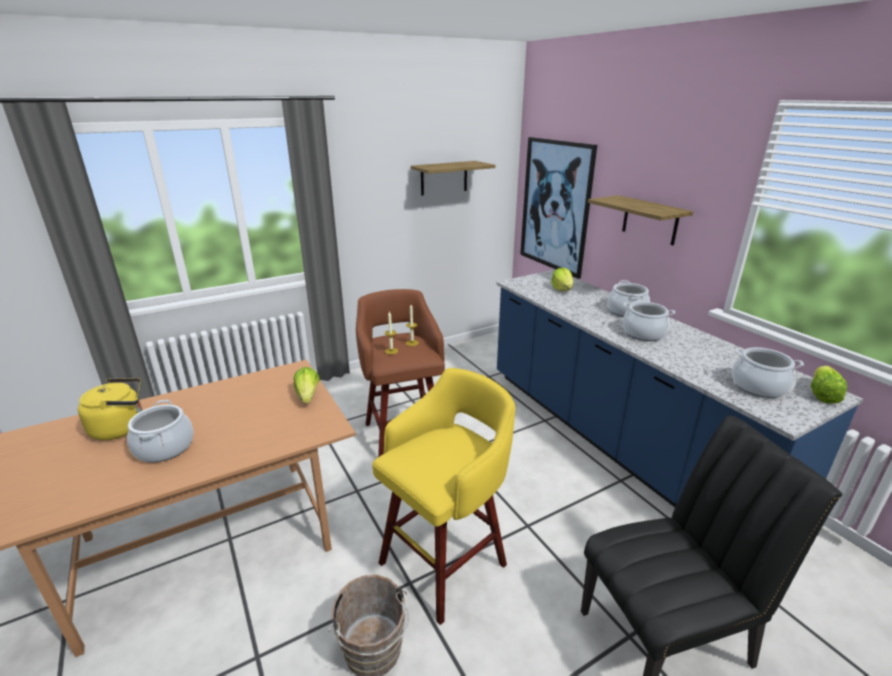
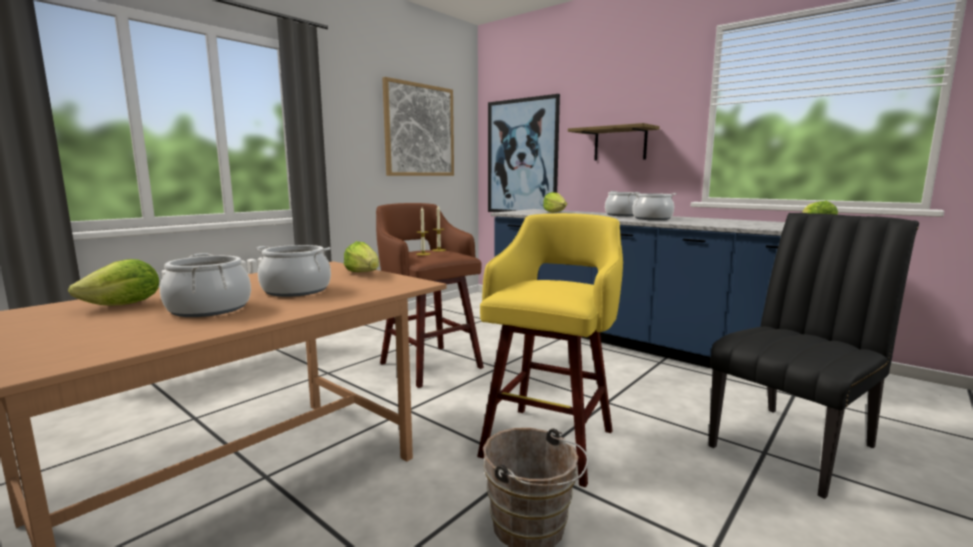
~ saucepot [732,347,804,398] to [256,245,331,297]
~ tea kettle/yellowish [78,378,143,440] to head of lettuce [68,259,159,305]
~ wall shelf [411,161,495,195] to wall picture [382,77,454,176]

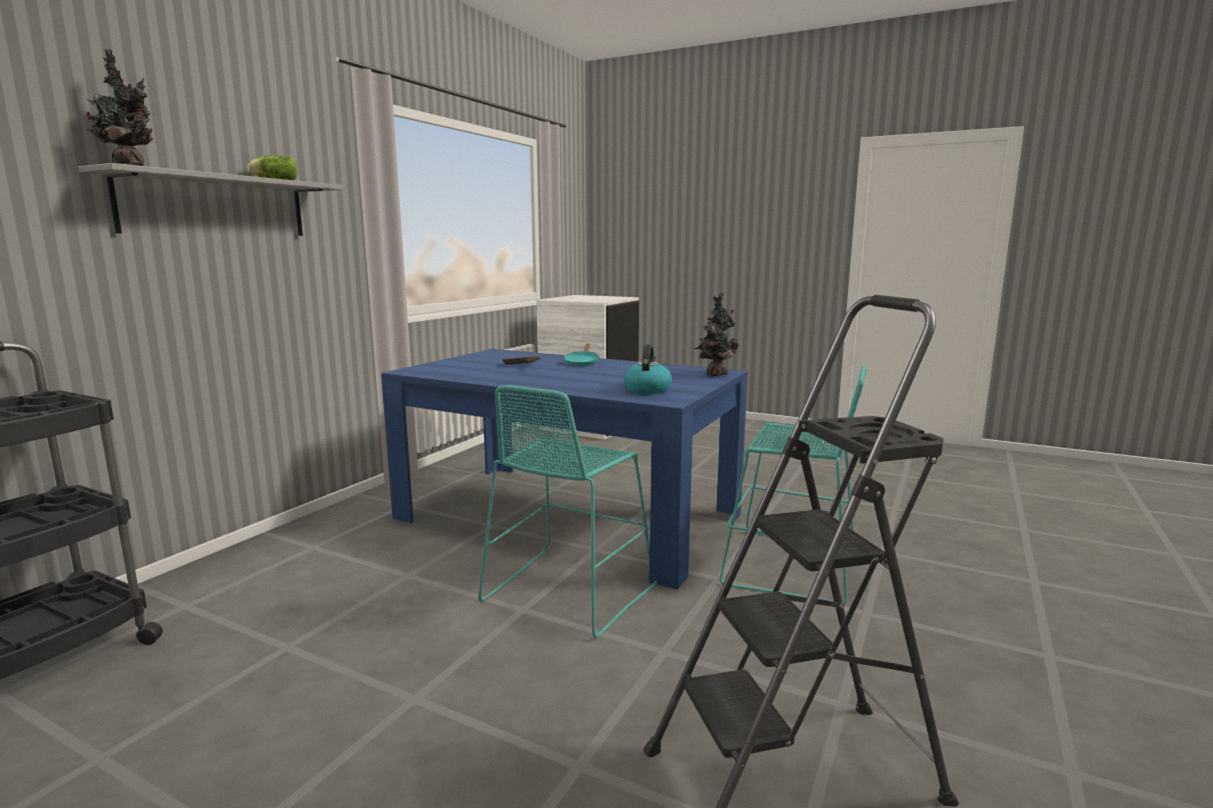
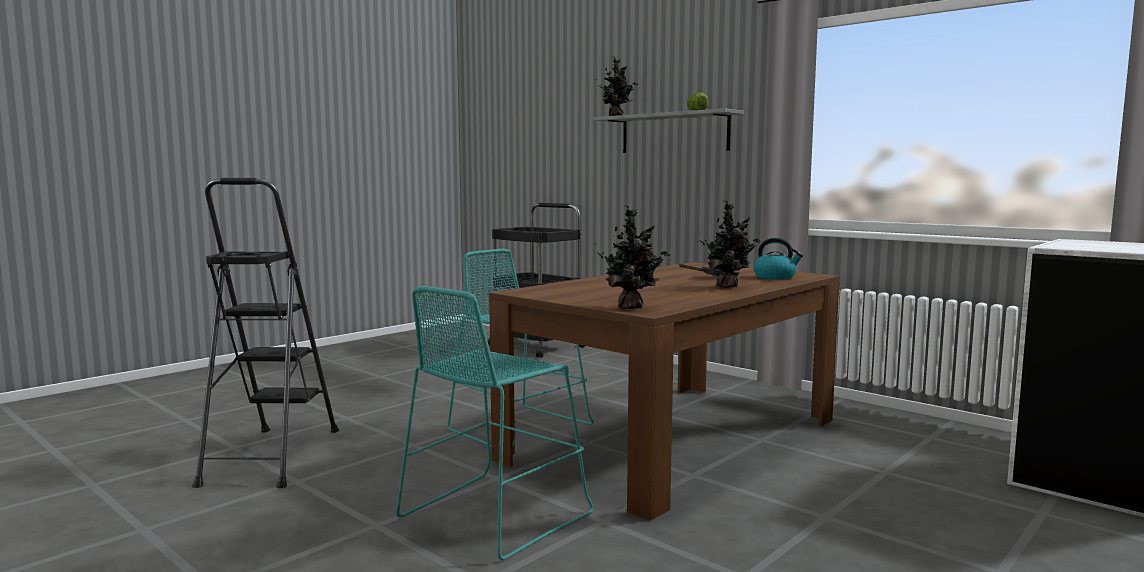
~ tea kettle [624,344,672,394] to [753,238,803,280]
~ frying pan/turquoise [563,344,599,366] to houseplant [699,200,761,288]
~ kitchen table/bluish [381,349,748,589] to kitchen table/brown [489,262,840,521]

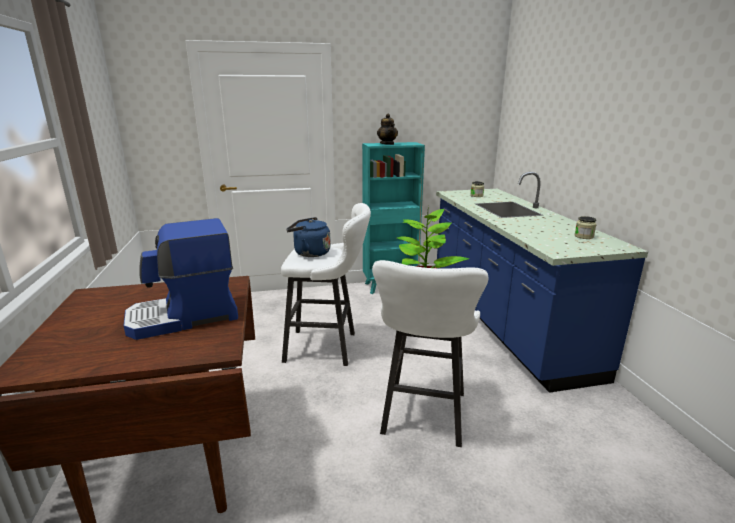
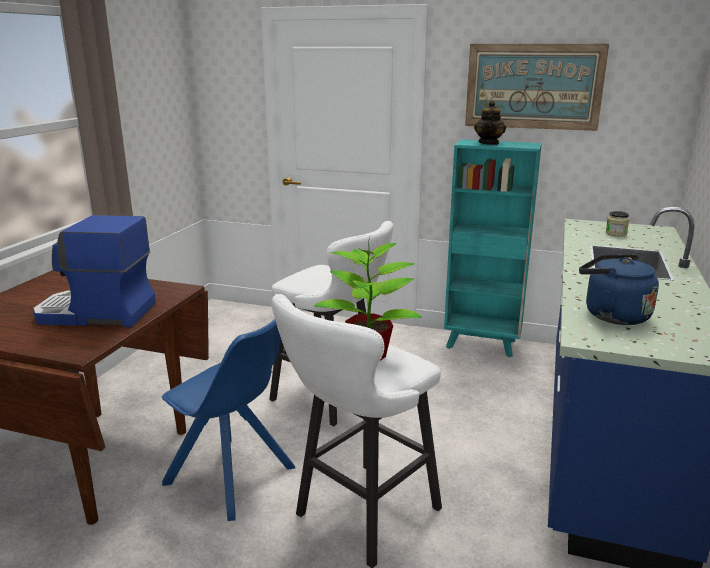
- preserve jar [575,216,597,239]
+ plain chair/bluish [162,319,295,521]
+ wall picture [465,44,609,131]
~ tea kettle/bluish [286,217,331,257] to [579,255,659,325]

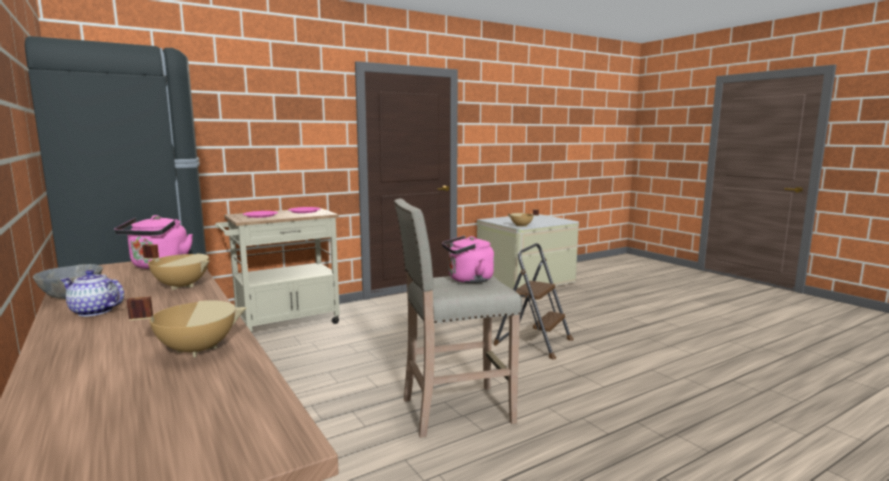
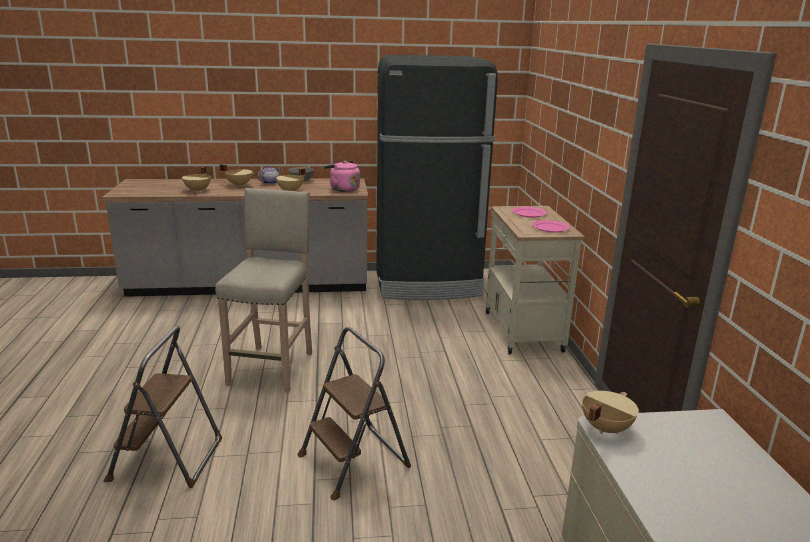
- tea kettle/pinkish [442,235,494,283]
+ stepladder/brown [103,326,222,488]
+ saucepot/beige-coloured [220,164,254,187]

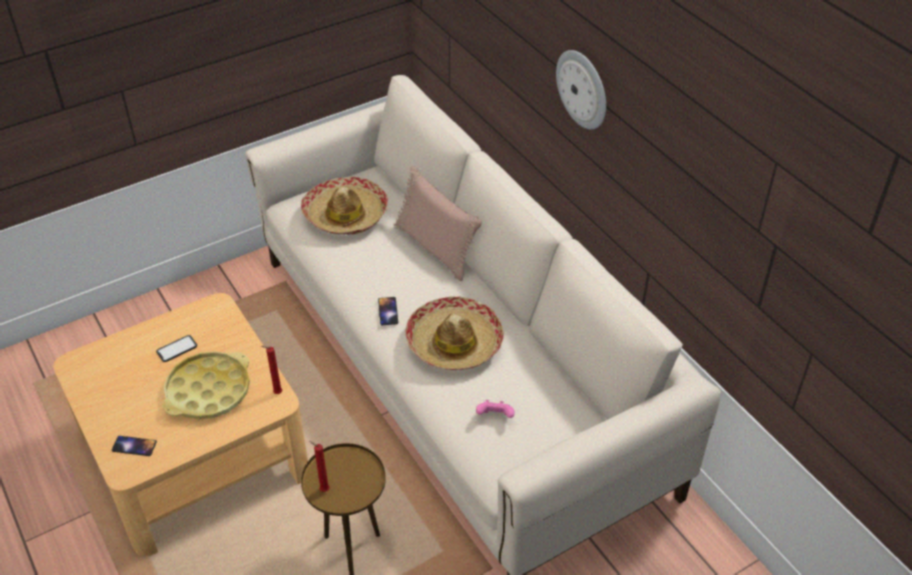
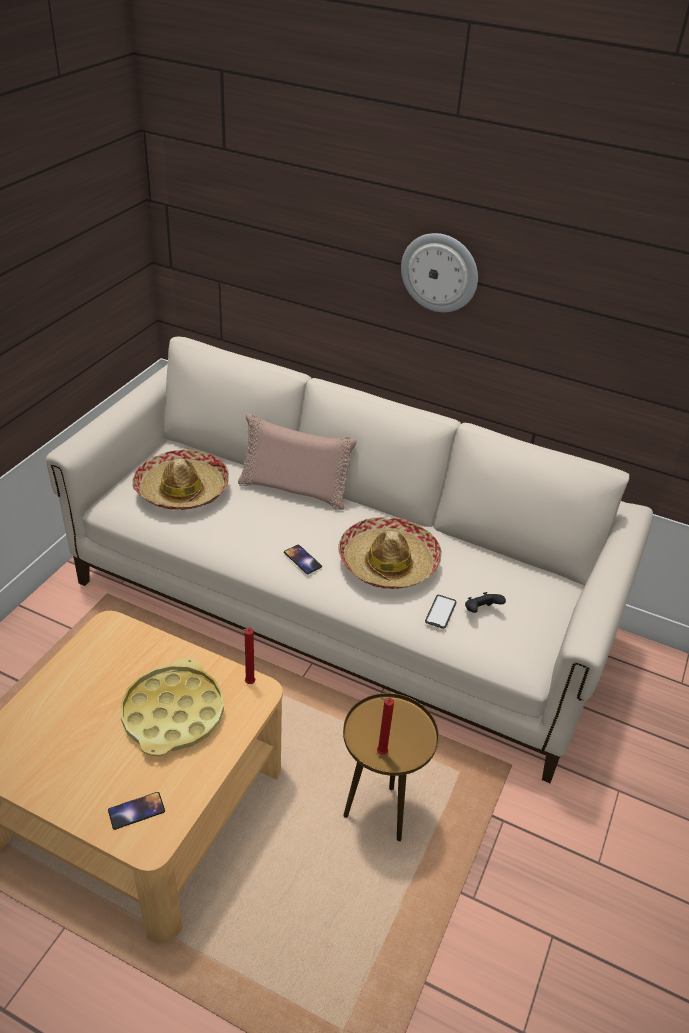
~ telephone [156,335,197,362] to [425,595,456,629]
~ joypad/pinkish [476,400,515,418] to joypad/black [465,592,506,613]

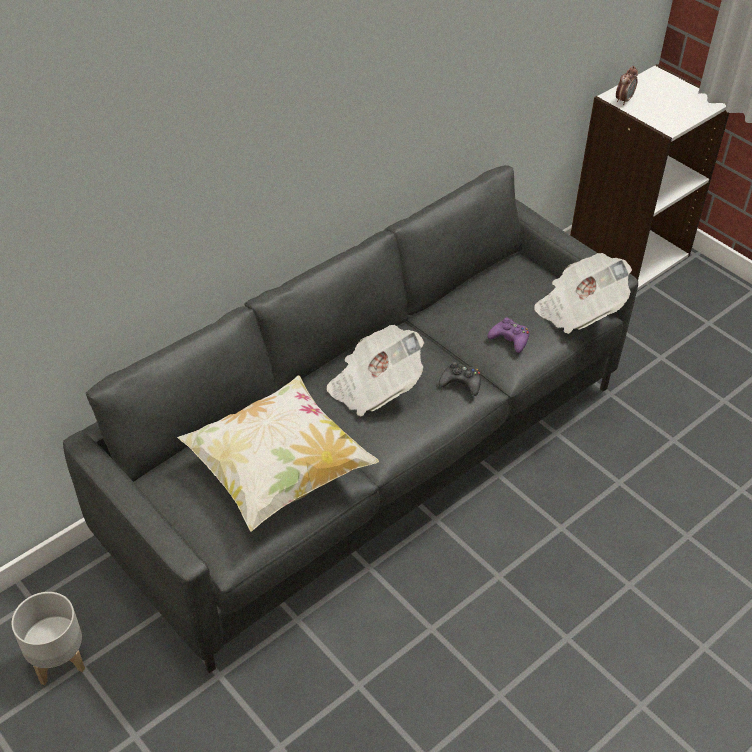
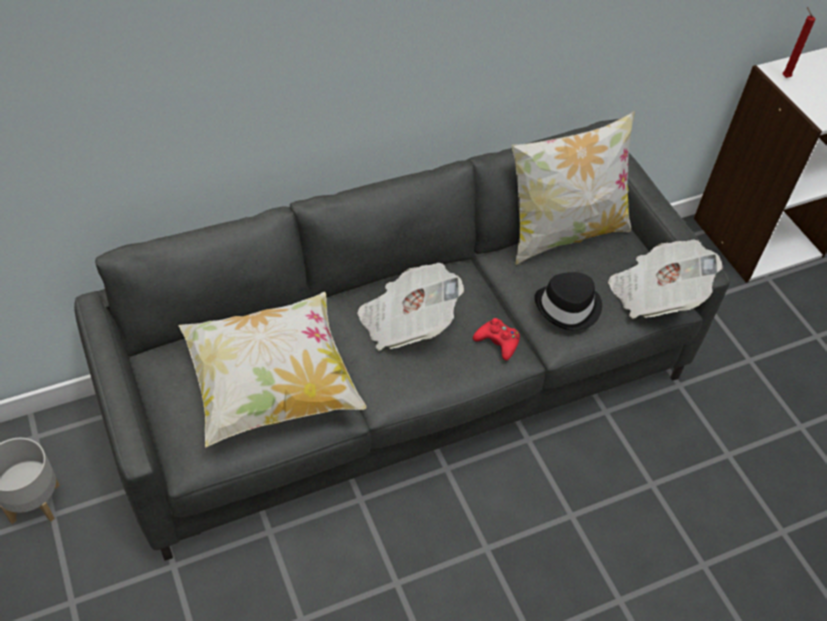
+ pillow [511,111,635,265]
~ joypad/purplish [488,317,529,353] to hat/black [534,272,602,331]
~ bedside clock [616,66,638,105] to candle/red-coloured [783,7,815,78]
~ joypad/black [439,361,481,396] to joypad/red-coloured [473,318,520,361]

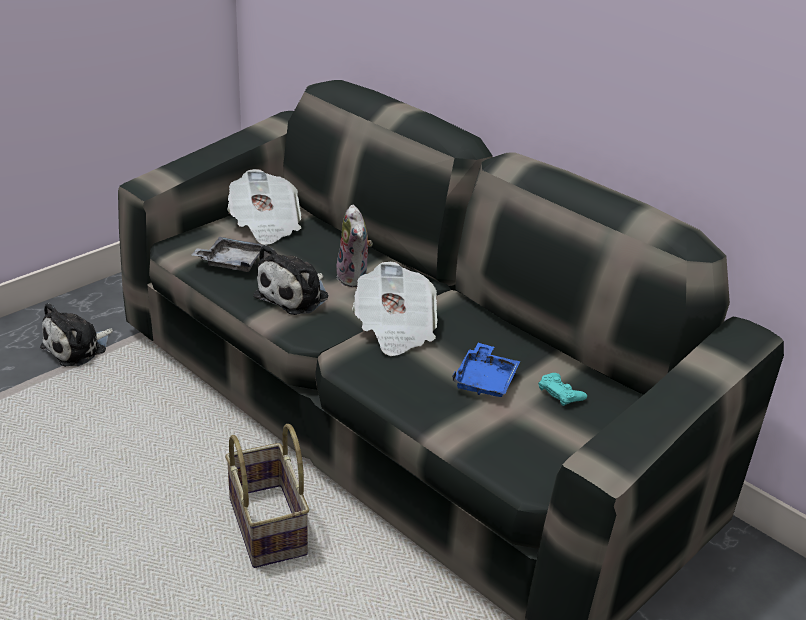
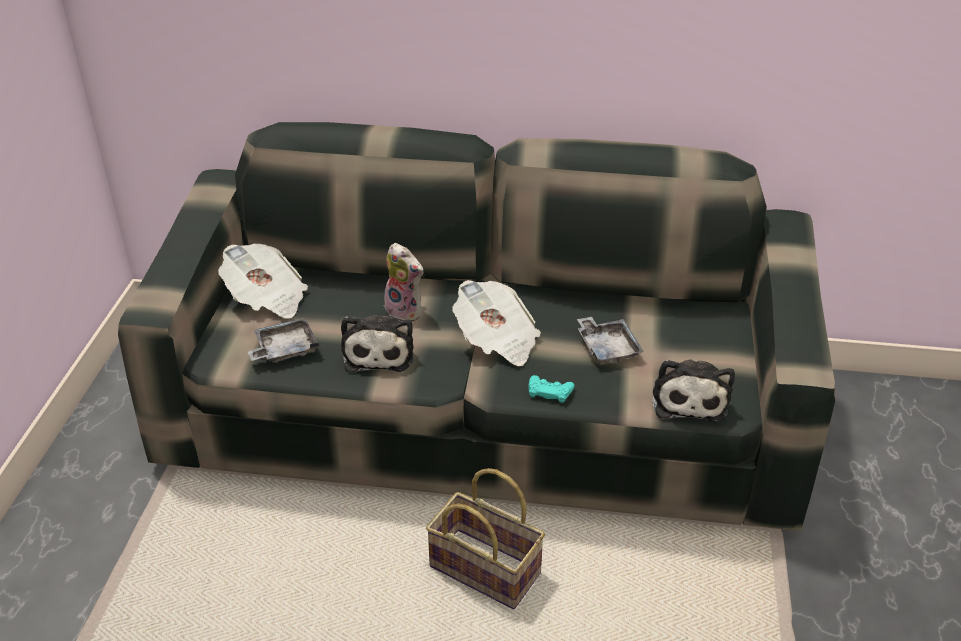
~ soft toy [40,303,113,367] to [652,360,735,422]
~ joypad/turquoise [538,373,587,406] to [528,375,575,403]
~ tray/bluish [452,343,520,397] to tray/greyish [577,317,644,365]

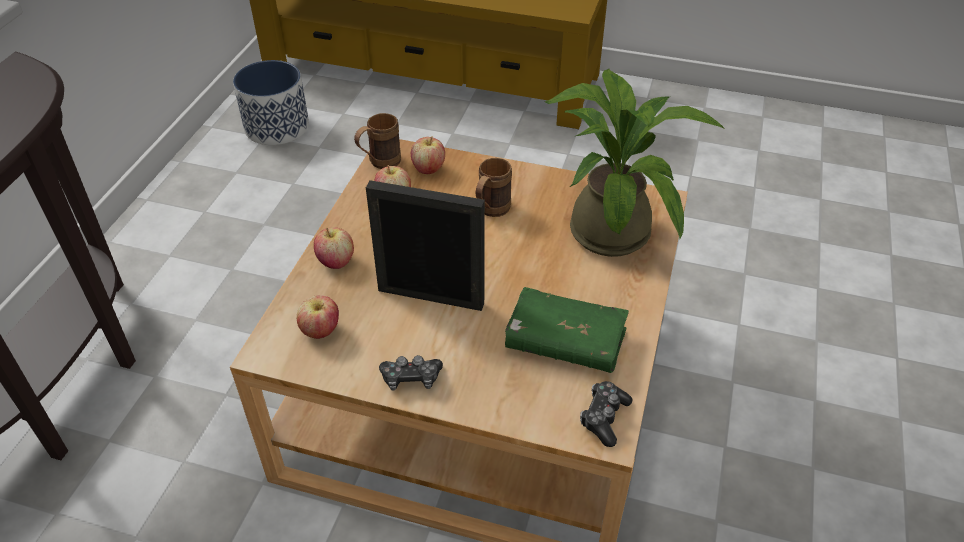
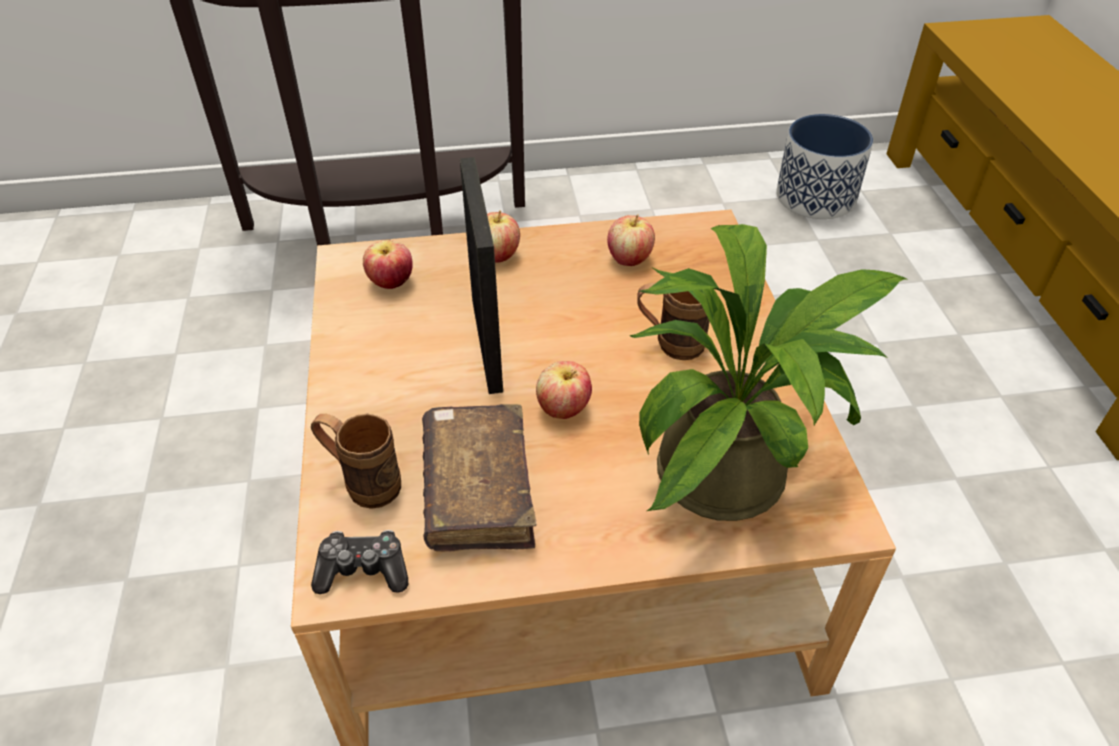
- joypad [379,355,443,391]
~ mug/brown [354,113,401,169] to [311,414,401,509]
~ whole apple [411,136,445,174] to [536,361,592,419]
~ book/green-coloured [505,287,629,373] to book/brown [422,404,537,552]

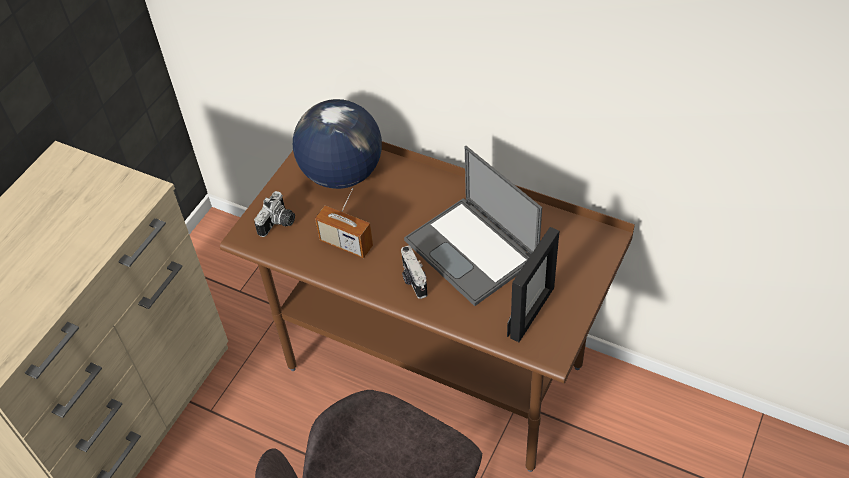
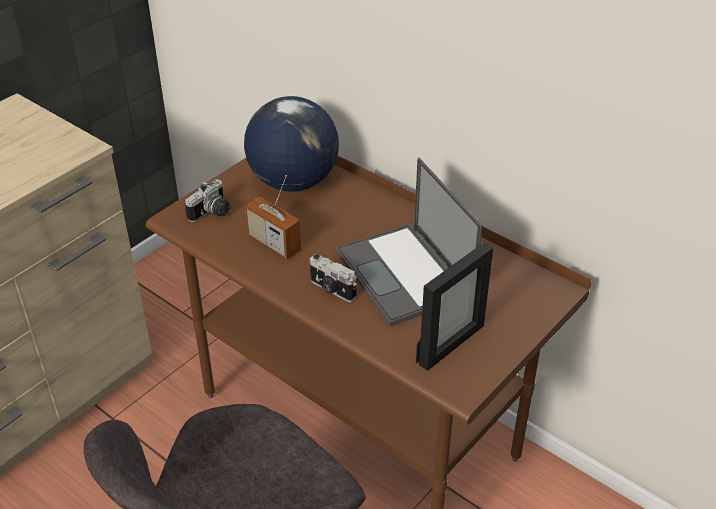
~ still camera [401,245,428,299] = [310,254,357,302] 45 degrees counterclockwise

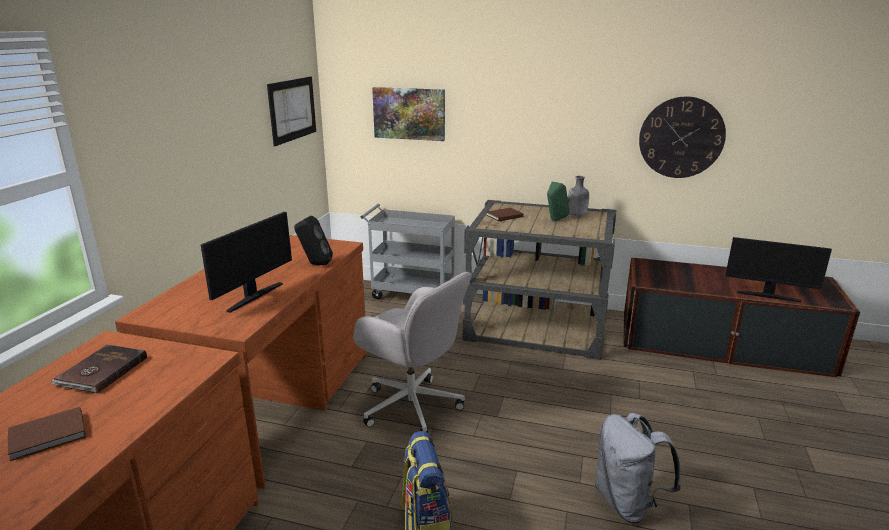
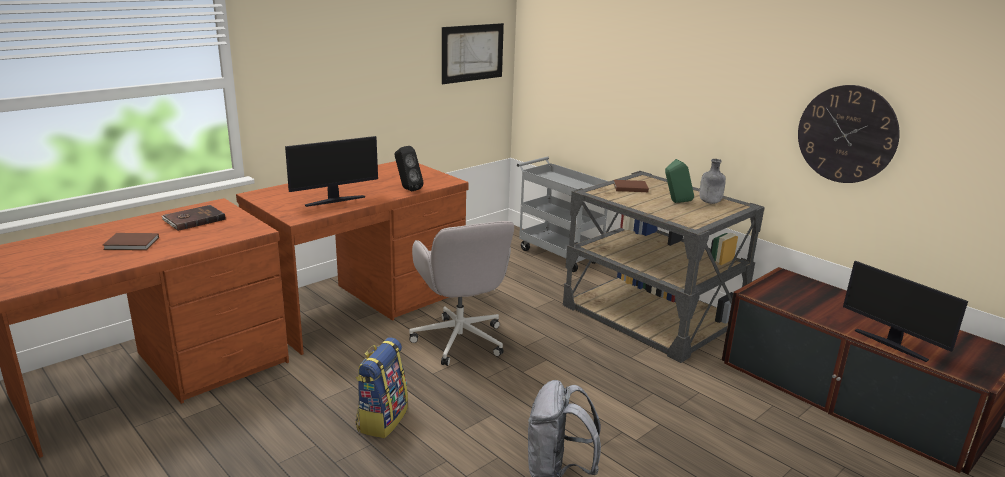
- wall picture [372,87,445,141]

